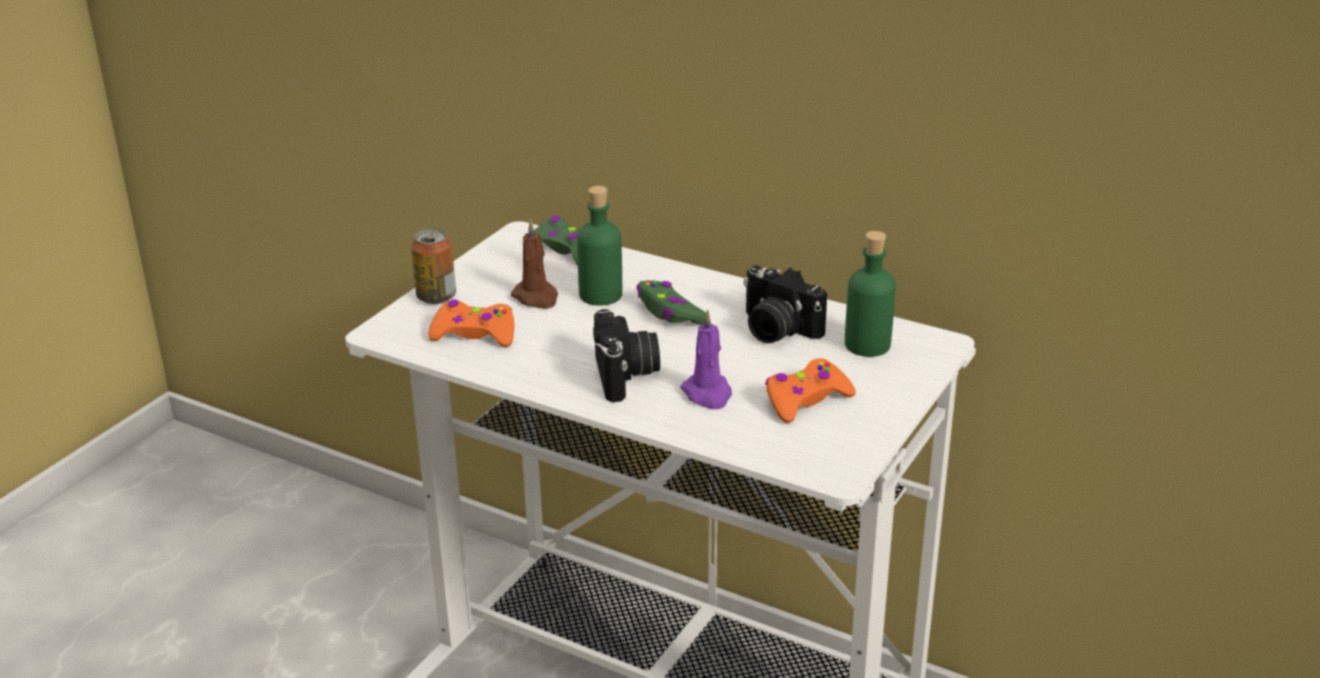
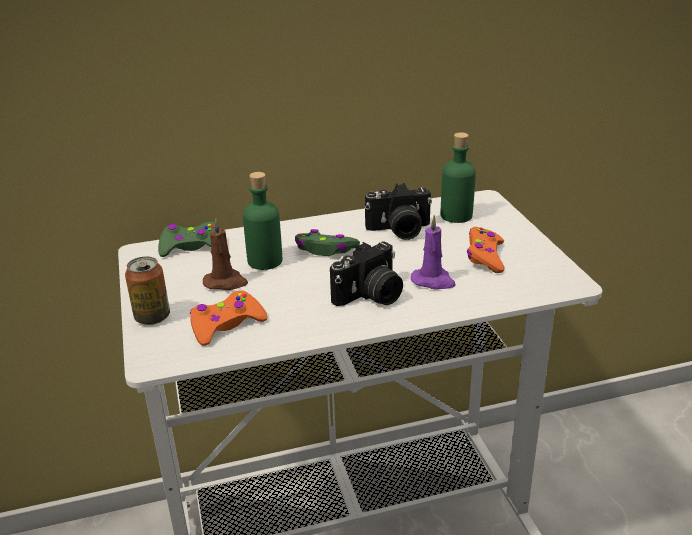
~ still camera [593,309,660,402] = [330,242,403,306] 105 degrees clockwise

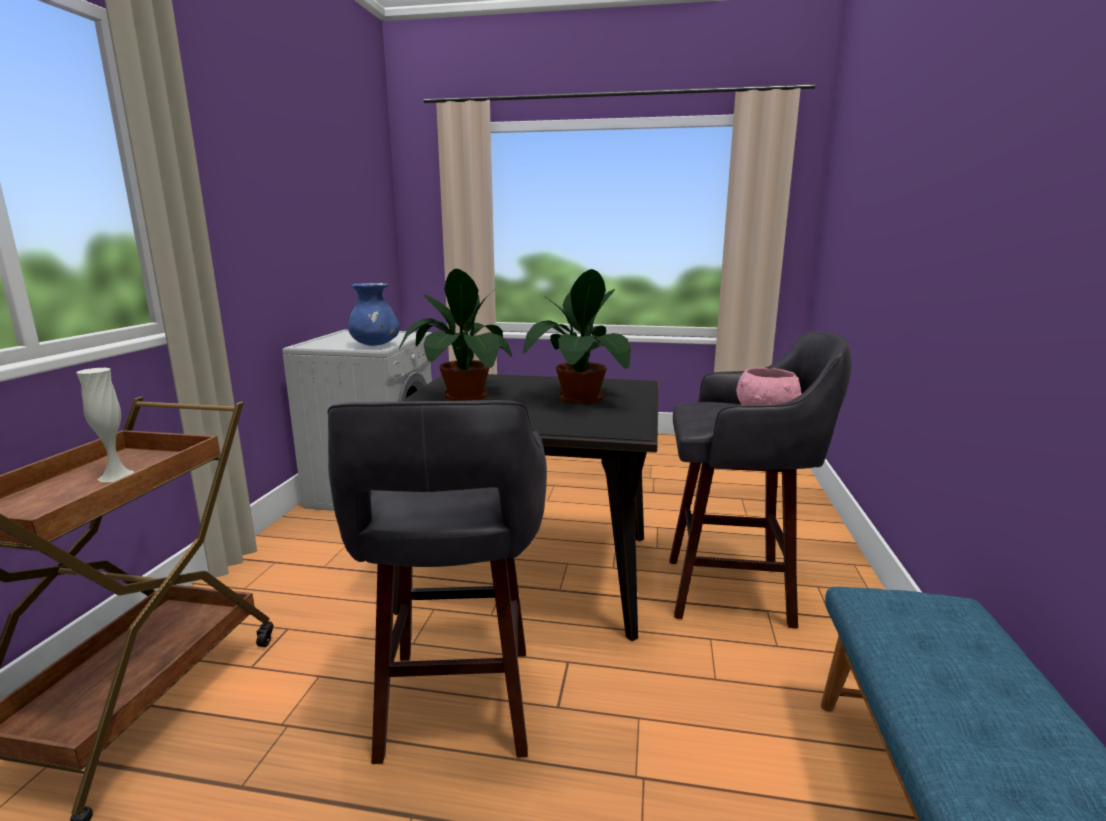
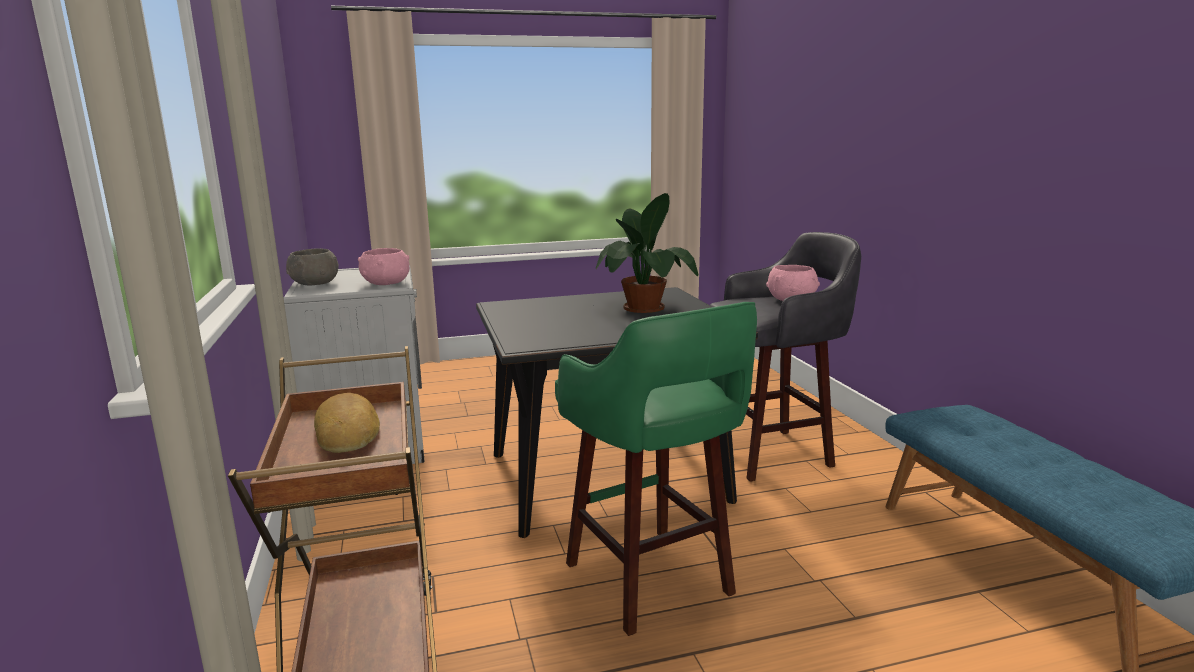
- houseplant [399,269,512,401]
+ bowl/greyish [286,248,339,285]
~ flower vase/whitish [76,368,134,482] to baked bread [314,393,380,453]
~ flower vase/bluish [348,283,400,346] to bowl/pinkish [358,248,410,285]
~ sitting stool/greyish [328,400,547,764] to sitting stool/green-coloured [555,302,757,636]

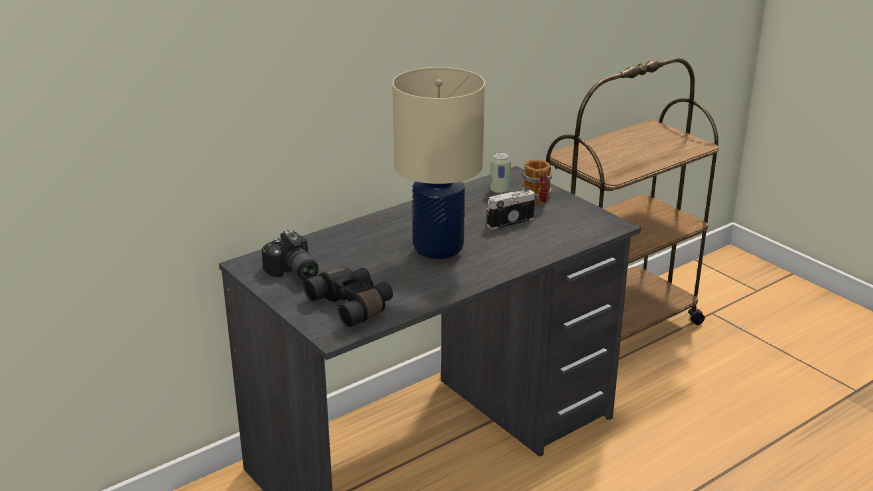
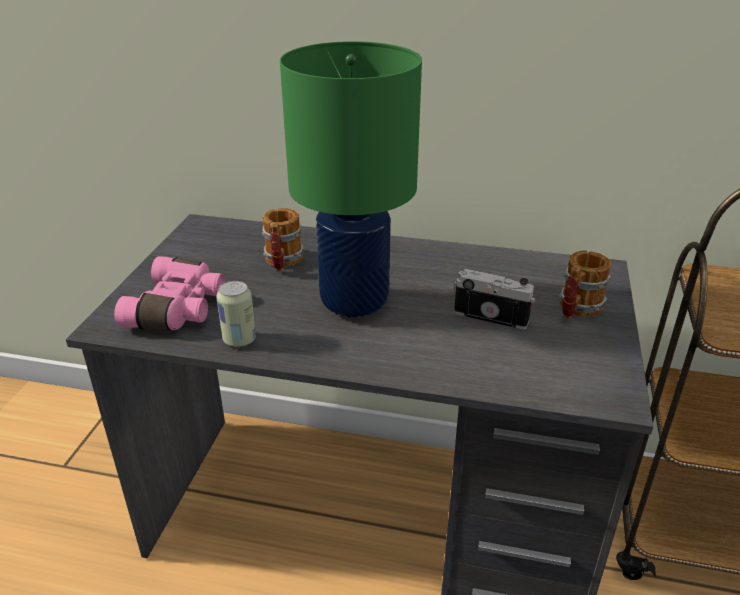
- still camera [262,230,319,280]
+ mug [262,208,304,271]
~ can [490,152,511,194] to [216,281,256,347]
~ binoculars/black [303,267,393,327] to binoculars/pinkish [114,256,225,330]
~ tabletop lamp/beige-coloured [392,67,485,259] to tabletop lamp/green-coloured [280,41,422,318]

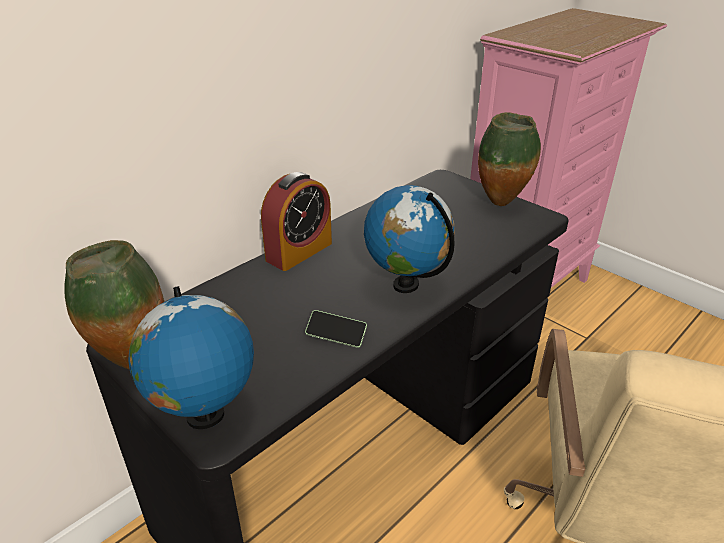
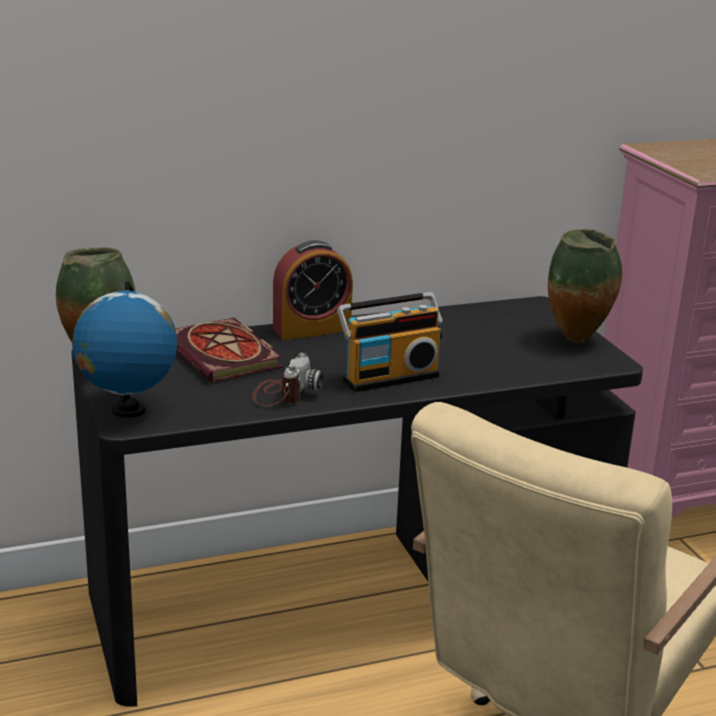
+ book [175,318,282,382]
~ telephone [305,310,367,348] to still camera [252,353,323,406]
~ globe [364,185,455,293] to radio [337,292,443,392]

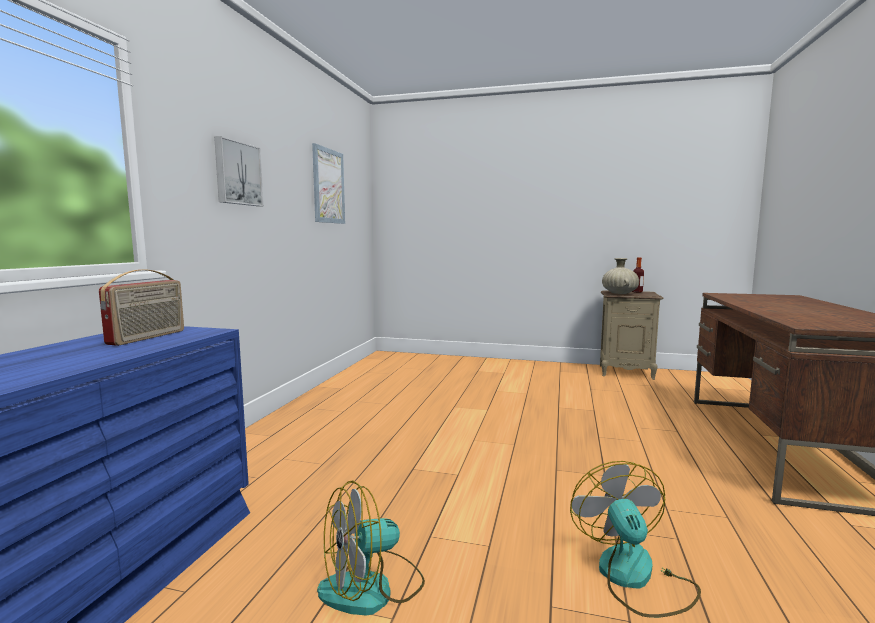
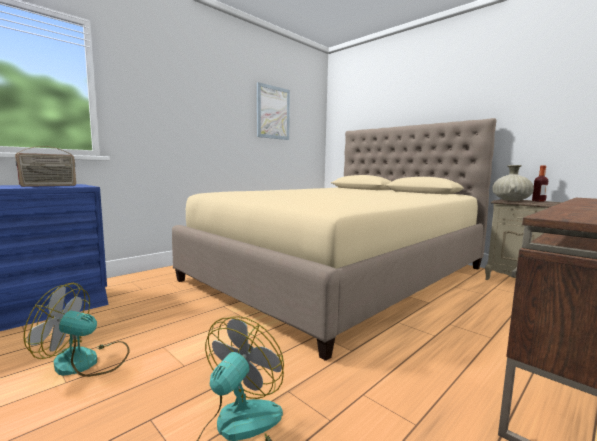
- wall picture [214,136,264,206]
+ bedroom bed/beige-coloured [172,118,497,361]

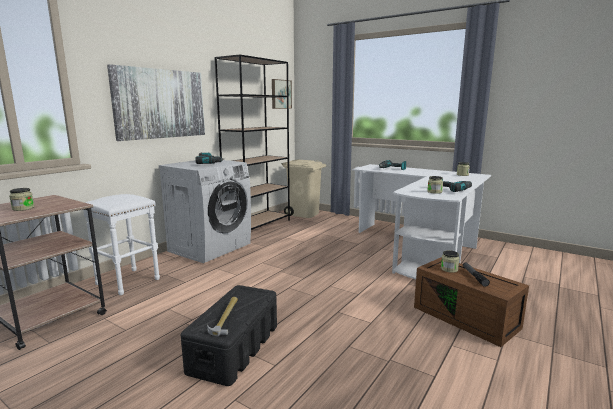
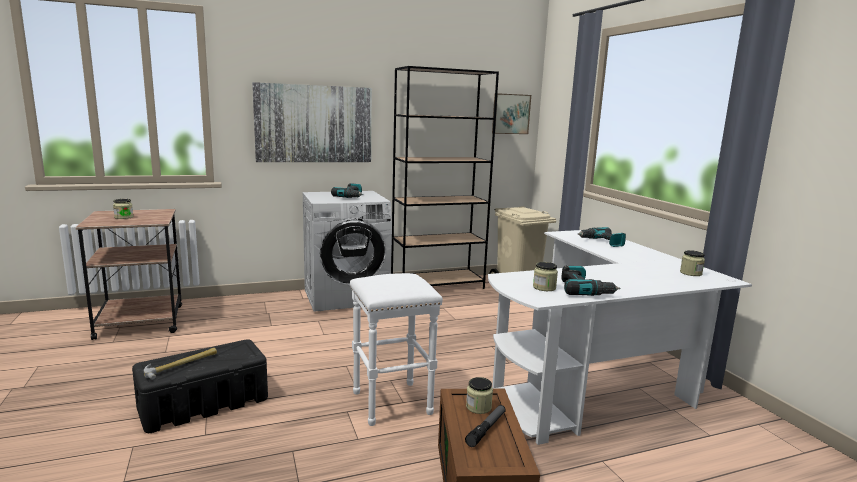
~ sitting stool/whitish [83,194,160,295] to [350,273,443,426]

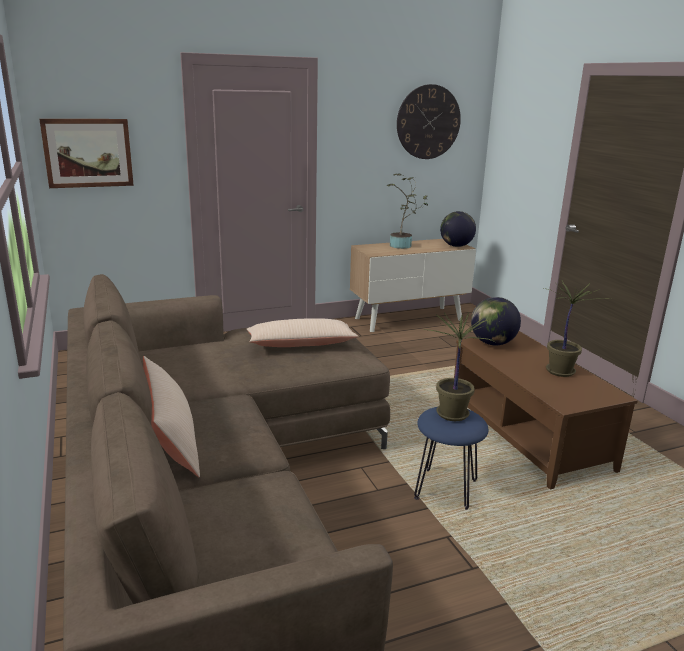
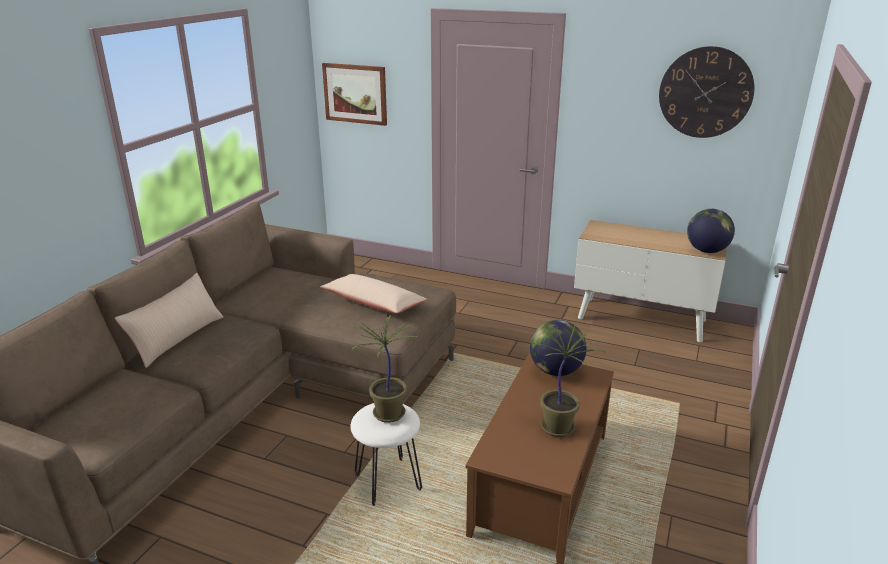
- houseplant [387,173,429,249]
~ sitting stool/bluish [414,407,488,510] to sitting stool/whitish [351,403,422,506]

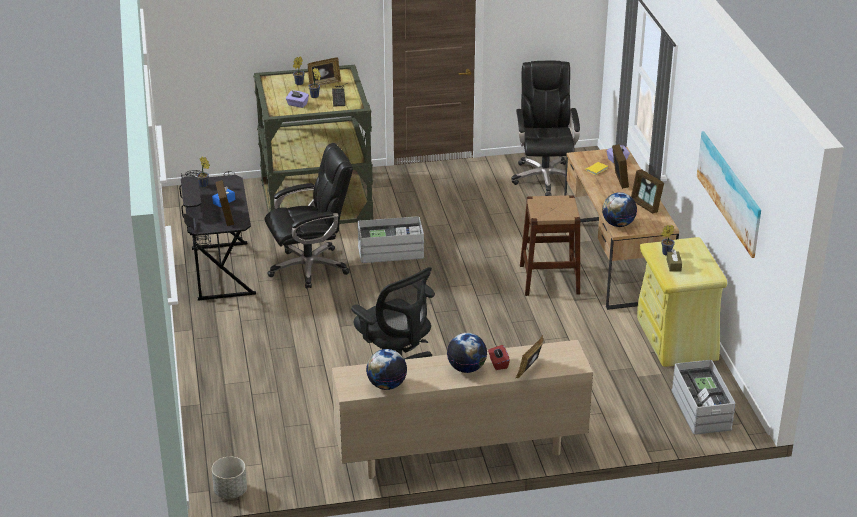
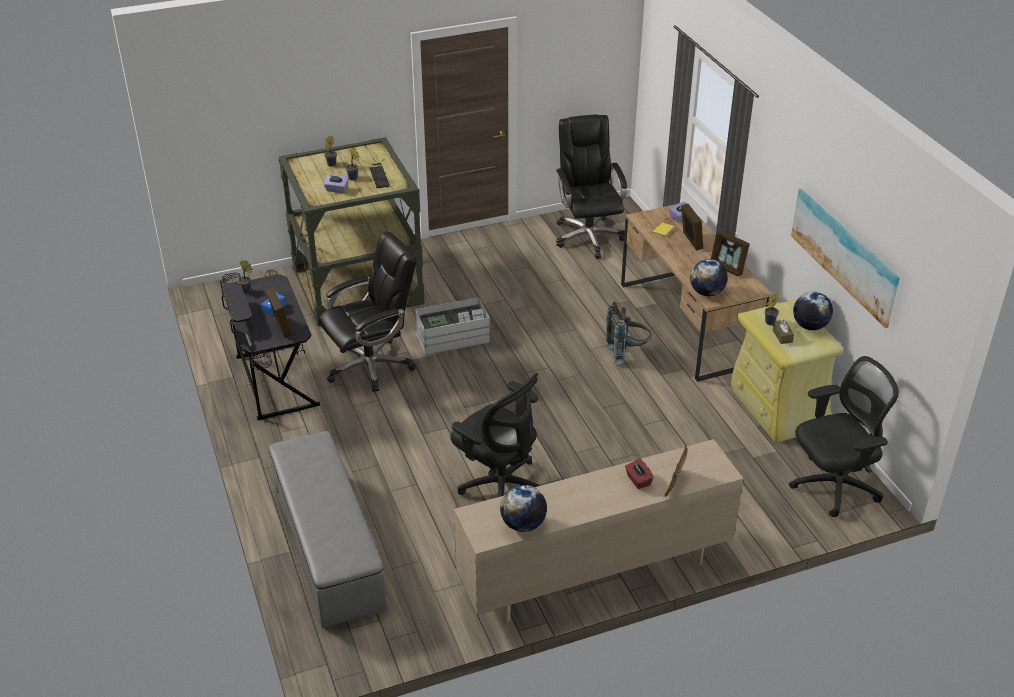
- planter/greyish [212,457,247,499]
- photo frame [308,57,341,86]
+ bench/greyish [269,431,387,628]
~ globe [447,333,487,373] to [793,292,833,330]
~ sitting stool/brown [520,195,580,296] to rucksack/greyish [606,301,652,364]
~ storage box/greyish [672,360,735,434] to computer chair/black [789,356,899,517]

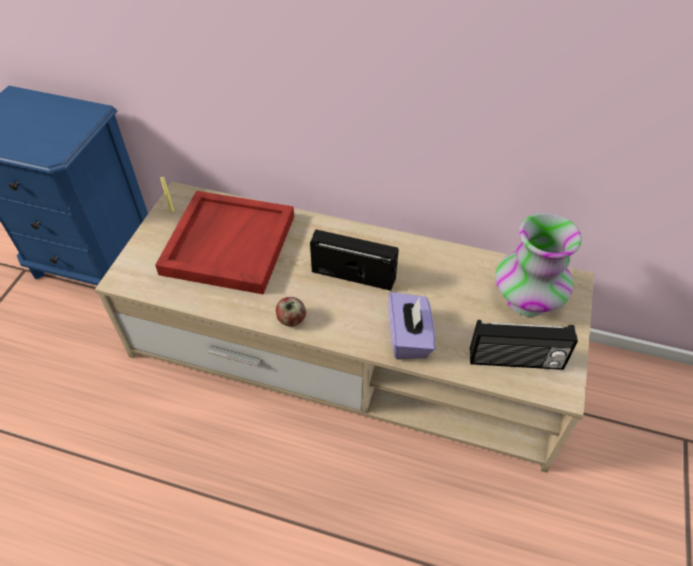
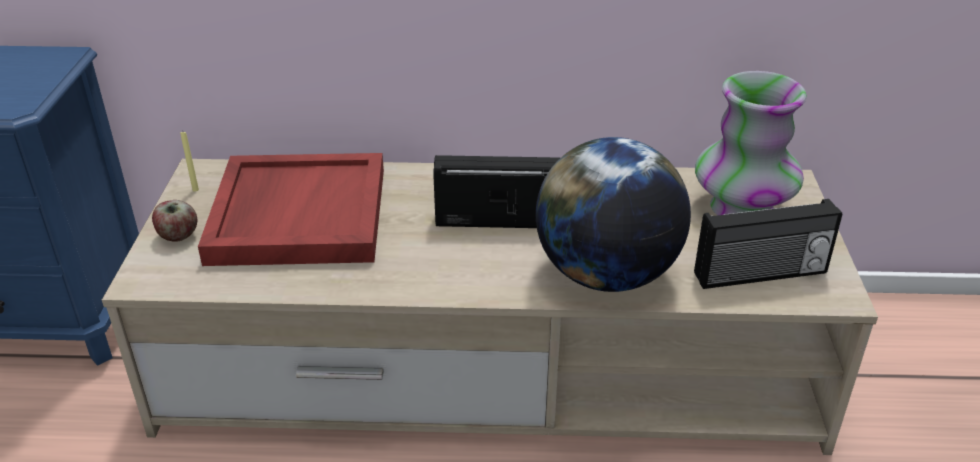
~ whole apple [276,297,306,327] to [152,200,197,242]
~ tissue box/purplish [389,292,435,359] to globe [536,137,691,292]

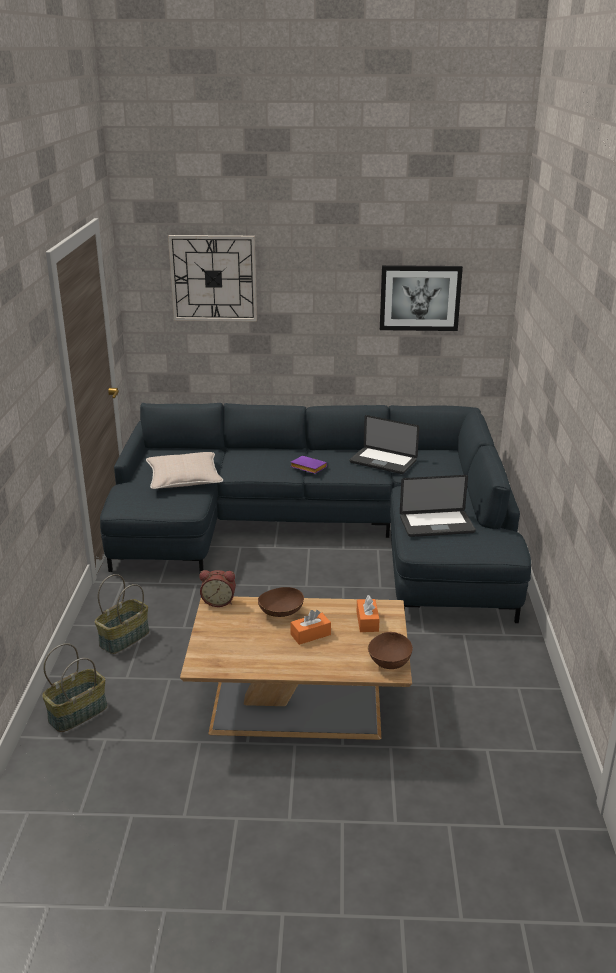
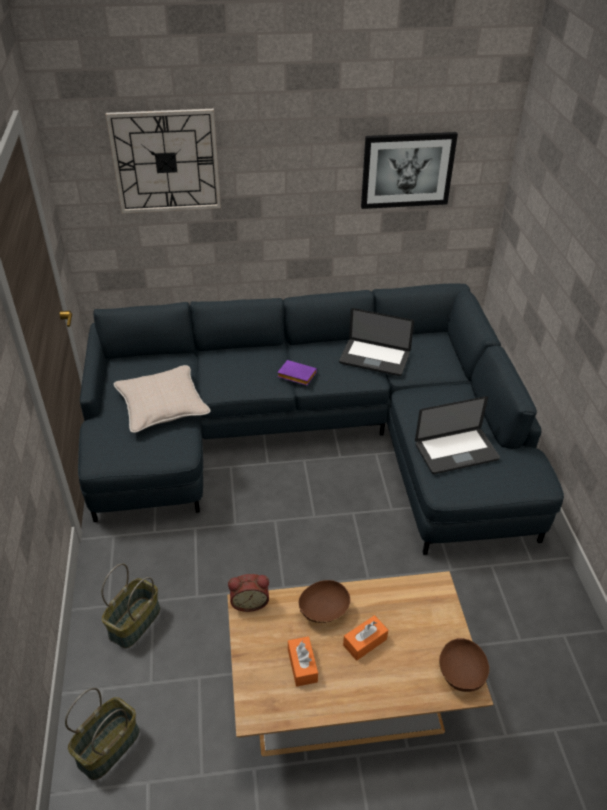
~ tissue box/orangey [357,595,380,632] to [288,636,318,687]

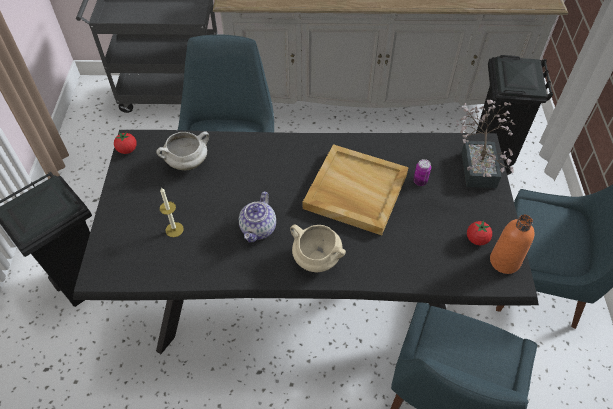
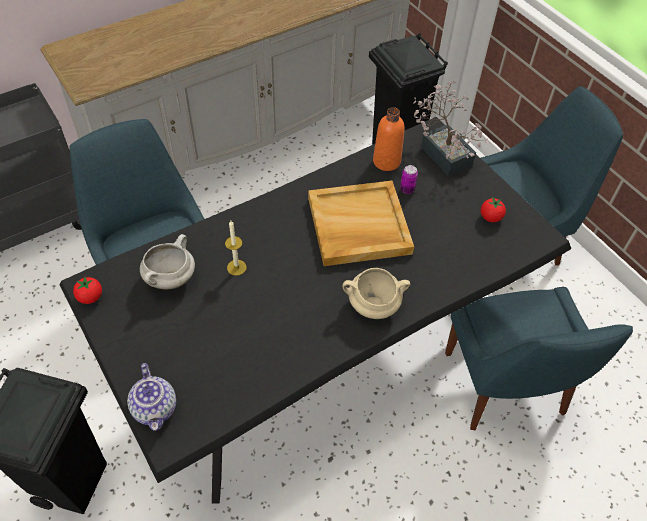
~ candle [160,188,184,237] to [225,221,247,276]
~ pot for tea [239,192,276,242] to [127,363,176,431]
~ beverage bottle/orangey [490,214,534,274] to [373,107,405,171]

